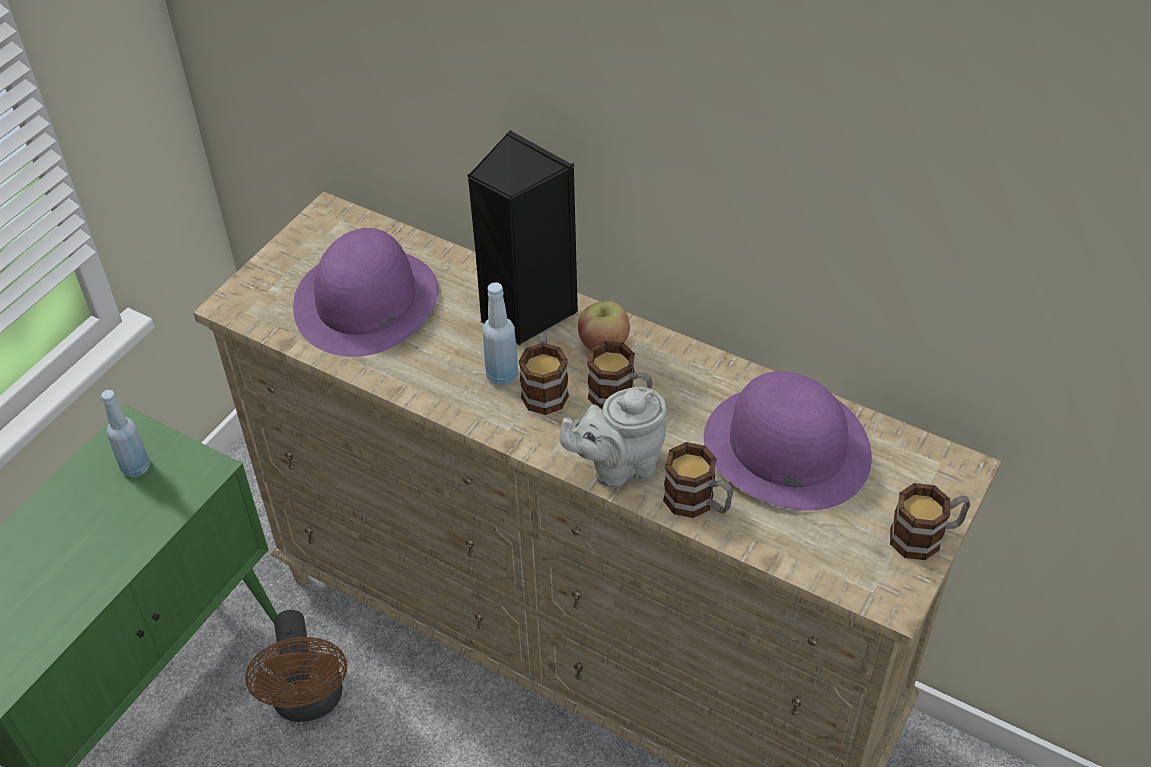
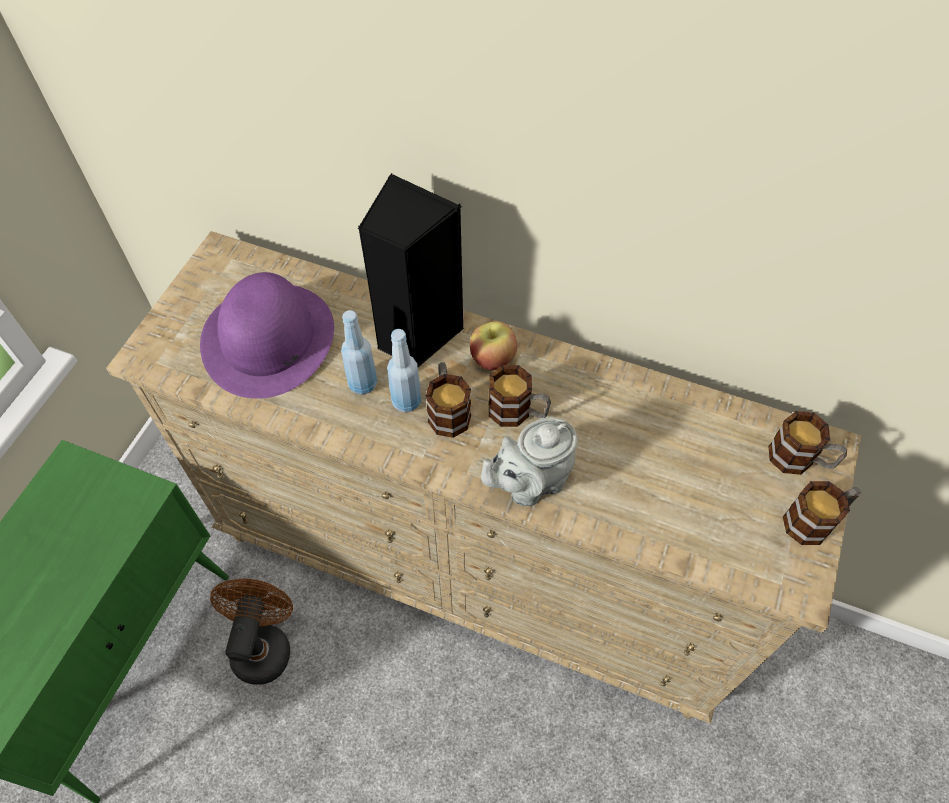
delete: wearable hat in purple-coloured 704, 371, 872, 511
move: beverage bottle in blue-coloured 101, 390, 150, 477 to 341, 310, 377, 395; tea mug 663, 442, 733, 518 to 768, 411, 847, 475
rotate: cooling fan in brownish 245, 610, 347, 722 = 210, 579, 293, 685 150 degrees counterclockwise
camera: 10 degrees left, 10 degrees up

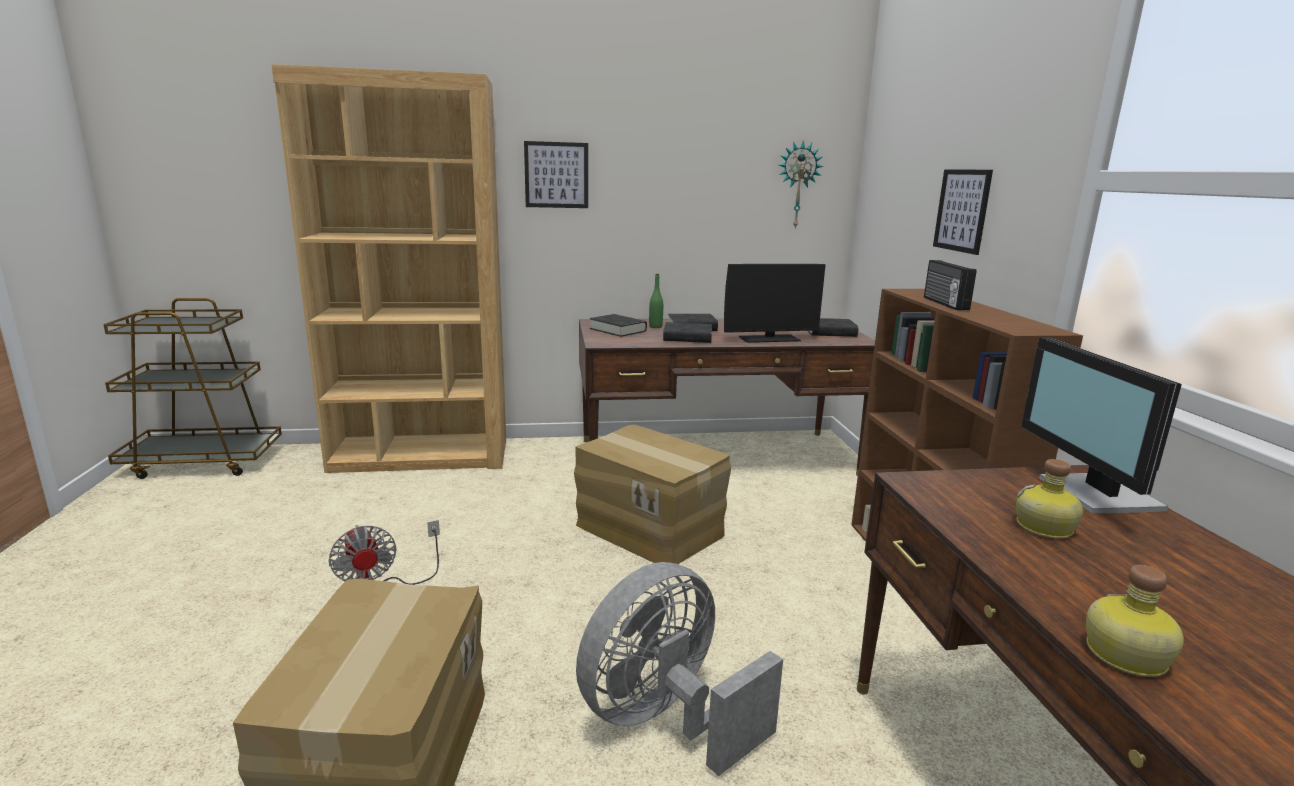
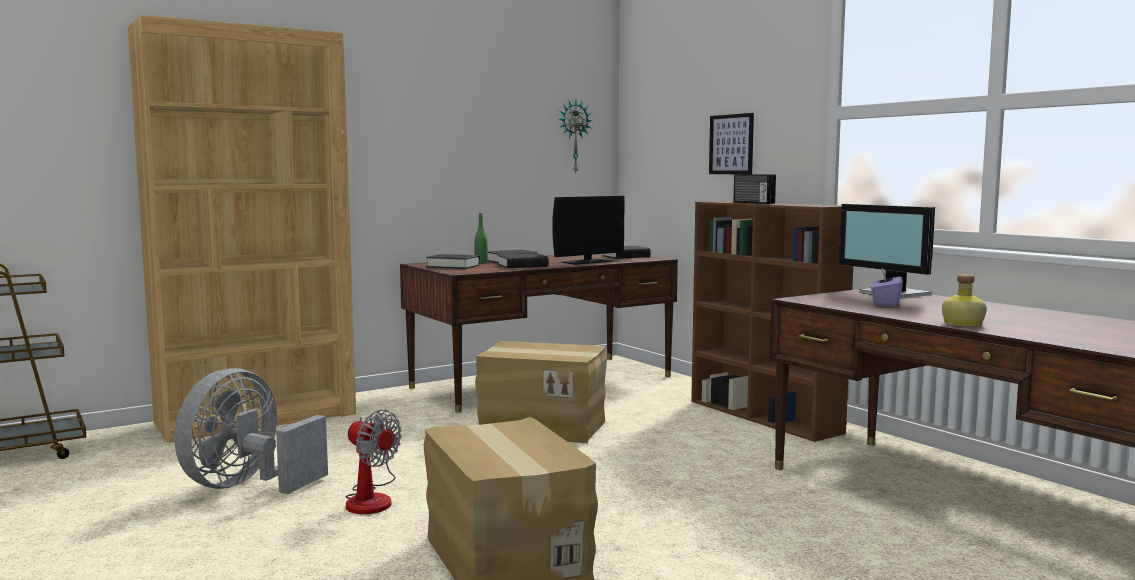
delete: wall art 524, 141, 588, 208
move: cooling fan in grey 576, 562, 783, 776 to 174, 368, 328, 494
replace: beverage bottle 1016, 459, 1083, 539 to box of tissues in purple-coloured 870, 268, 903, 307
camera: 25 degrees left, 10 degrees down

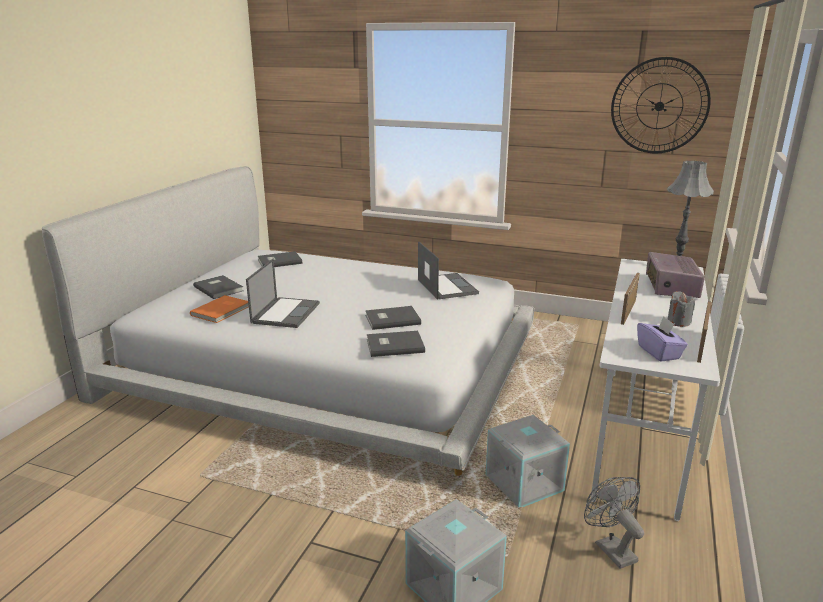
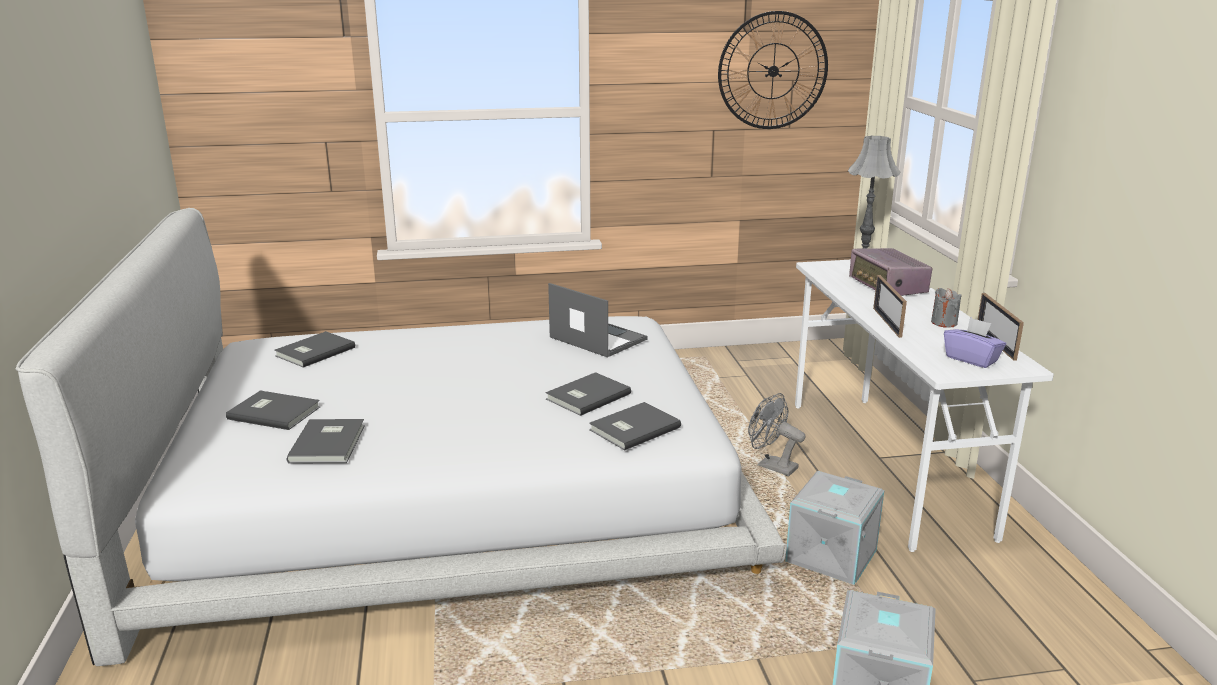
delete: notebook computer 246, 259, 320, 328
move: cooling fan in grey 584, 477, 644, 569 to 748, 393, 805, 476
recolor: volume in orangey 190, 295, 249, 323 to volume in grey 287, 419, 365, 464
camera: 30 degrees left, 0 degrees up

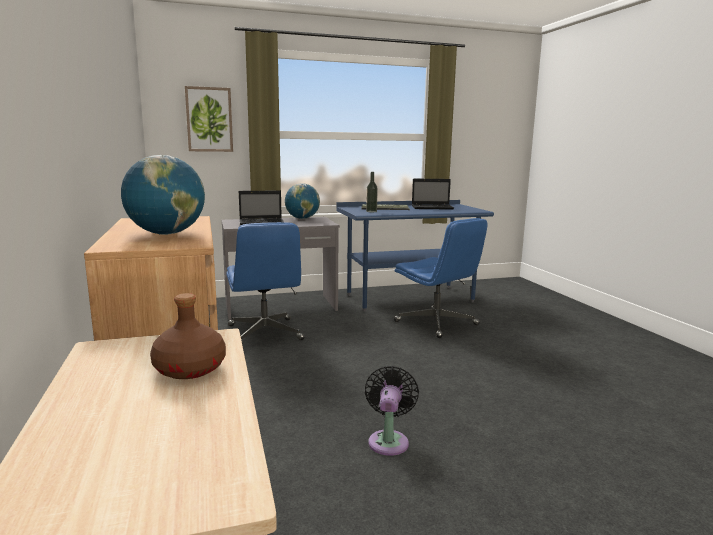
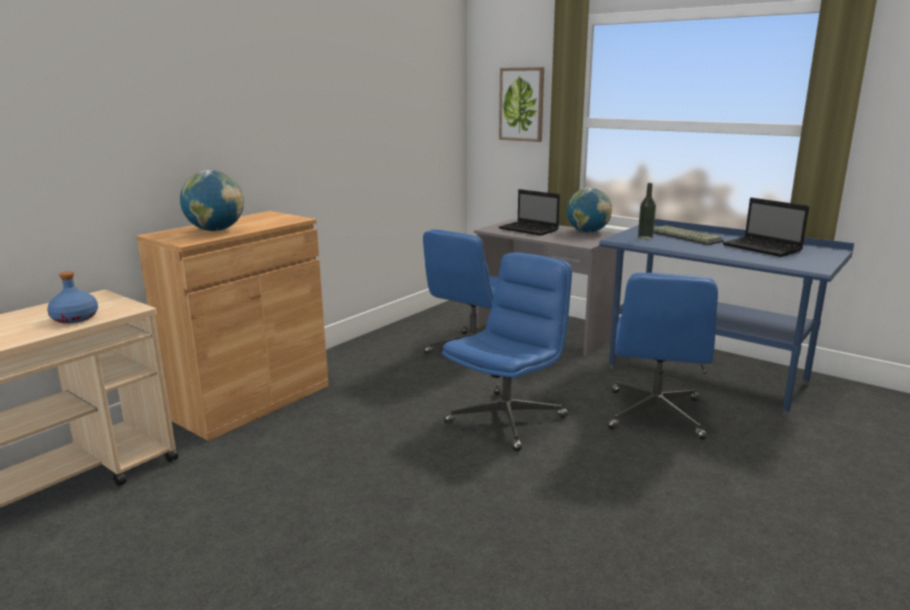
delete: cooling fan in black 365, 366, 419, 456
insert: office chair in blue-coloured 442, 252, 572, 451
recolor: beverage bottle in brownish 150, 293, 226, 379 to beverage bottle in blue-coloured 47, 271, 98, 324
camera: 55 degrees right, 5 degrees up

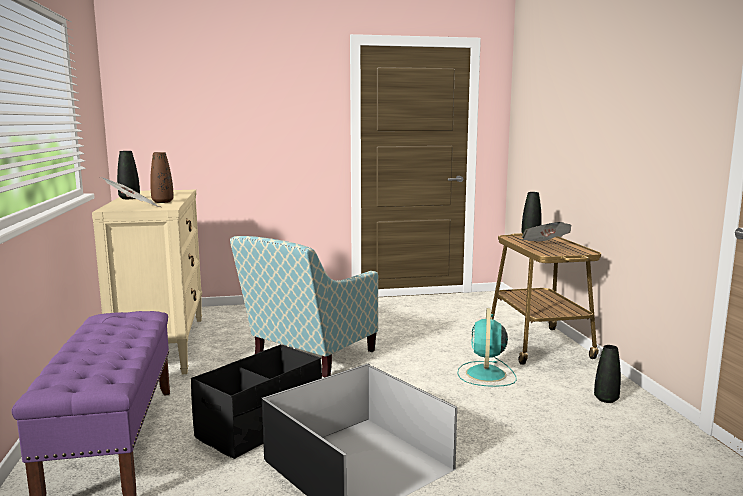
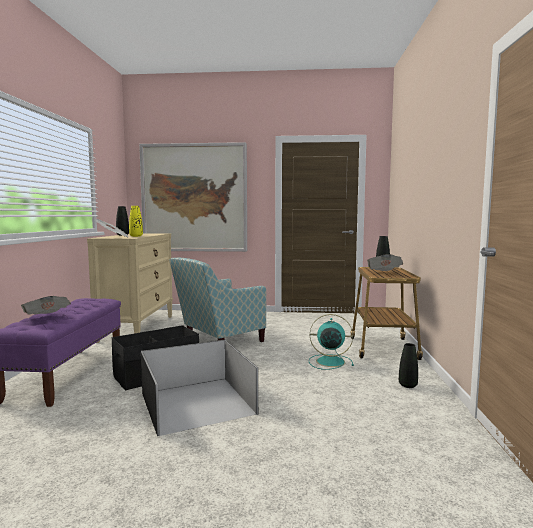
insert: wall art 139, 142, 247, 252; printed paper 21, 296, 71, 314
recolor: vase in brownish 150, 152, 174, 203 to vase in yellow-coloured 129, 206, 143, 237
rotate: cooling fan in turquoise-coloured 457, 308, 517, 387 = 309, 314, 354, 370 75 degrees clockwise
camera: 15 degrees right, 5 degrees down

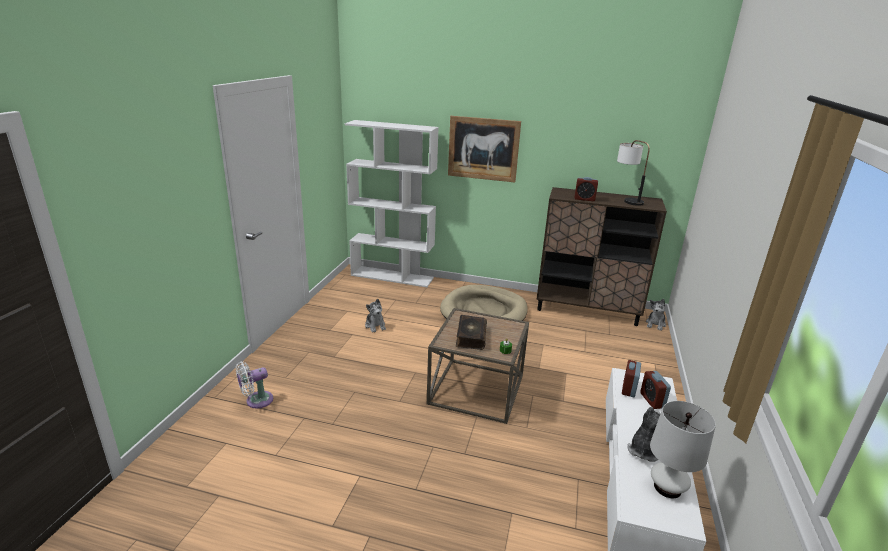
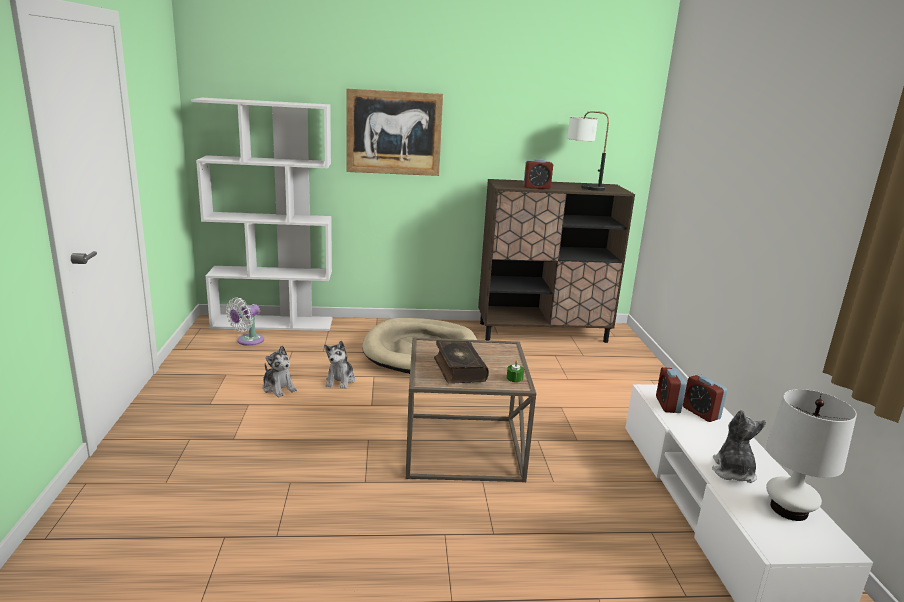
move: cuddly toy 646, 299, 666, 331 to 324, 340, 355, 389; cooling fan in white 236, 362, 273, 408 to 226, 298, 264, 346
camera: 20 degrees left, 5 degrees down

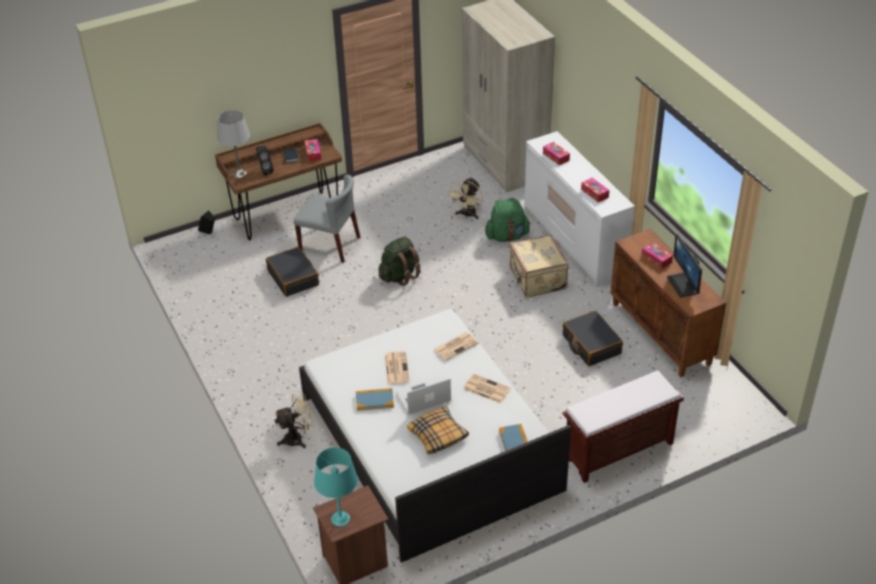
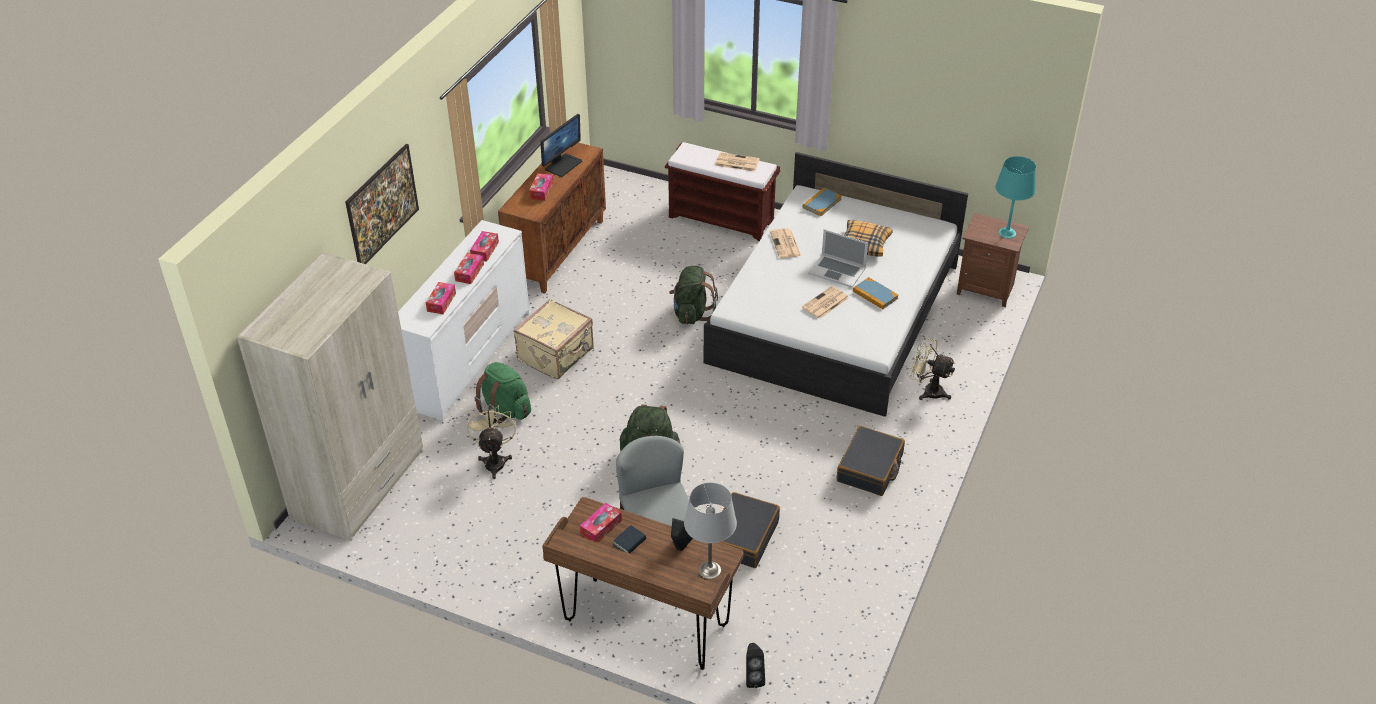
insert: wall art 345, 144, 419, 264; box of tissues 454, 253, 484, 284; backpack in greenish 669, 266, 718, 324
move: suitcase in black 563, 310, 623, 366 to 837, 426, 905, 496; printed paper 433, 332, 479, 361 to 715, 152, 760, 172
rotate: cooling fan in beige-coloured 448, 177, 483, 219 = 467, 405, 516, 479 75 degrees counterclockwise
camera: 130 degrees left, 0 degrees up

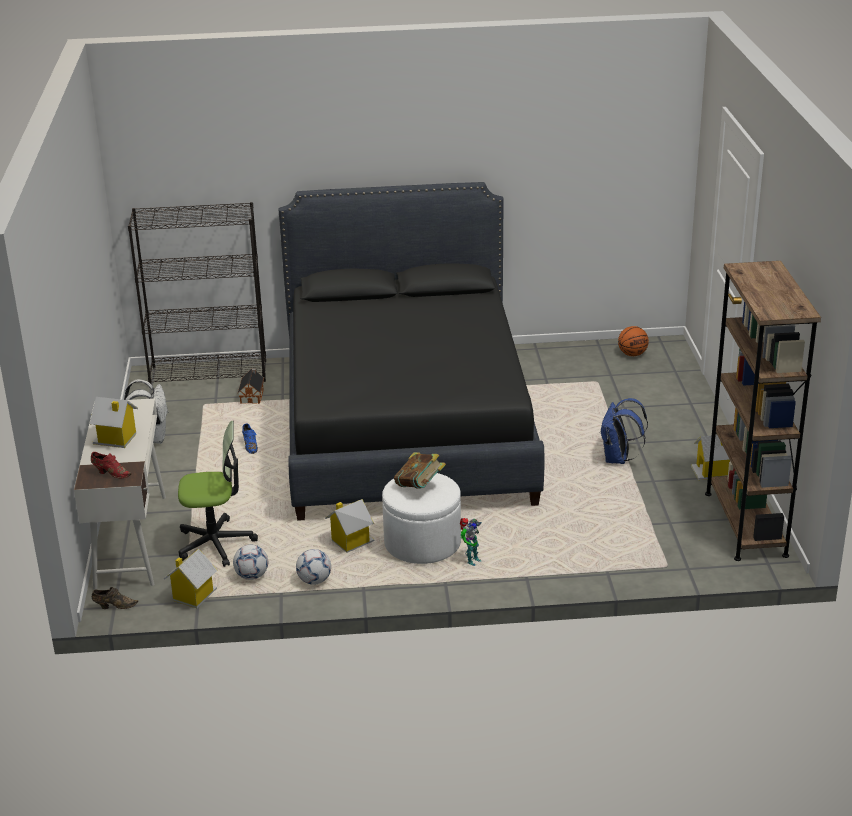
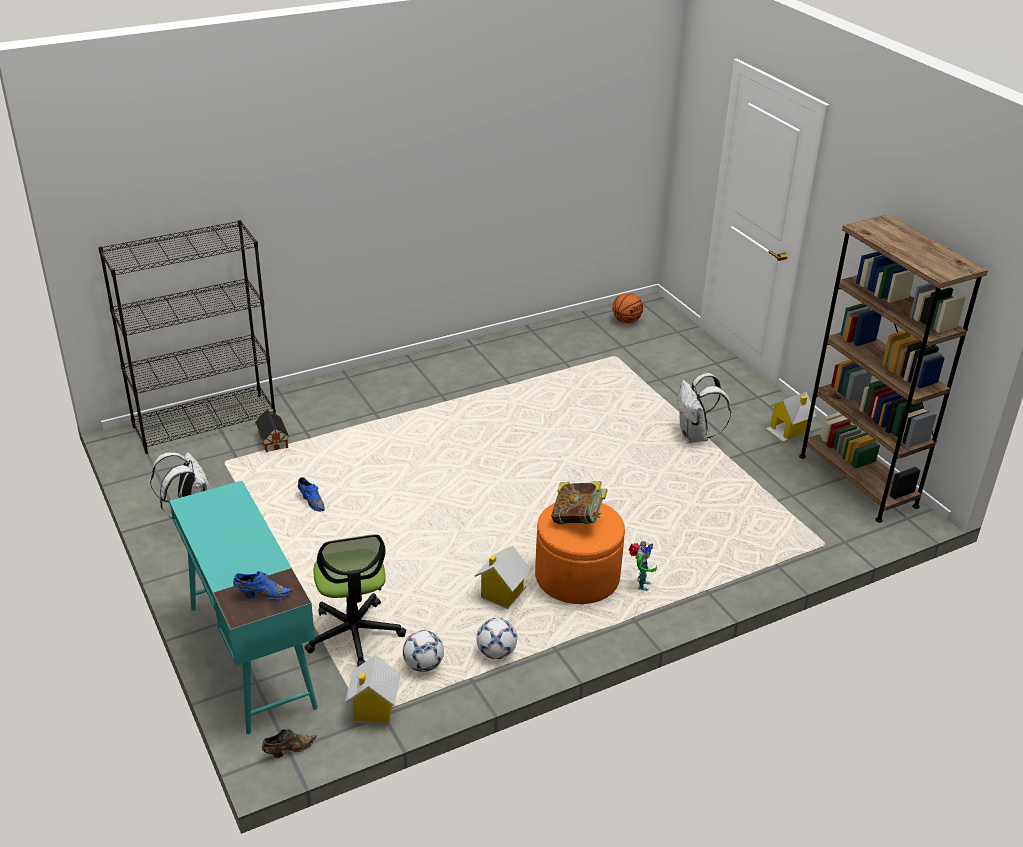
delete: bed in black 279, 182, 545, 521; toy house 90, 397, 138, 448
recolor: desk unit in white 74, 398, 166, 590 to desk unit in turquoise-coloured 169, 481, 318, 734; backpack in blue-coloured 600, 398, 648, 464 to backpack in white 677, 373, 731, 443; low shoe in red-coloured 91, 452, 132, 478 to low shoe in blue-coloured 233, 571, 293, 600; pouffe in white 382, 473, 461, 564 to pouffe in orangey 535, 503, 625, 604
rotate: office chair 178, 421, 258, 567 = 305, 534, 406, 666 105 degrees clockwise
camera: 25 degrees left, 5 degrees up

